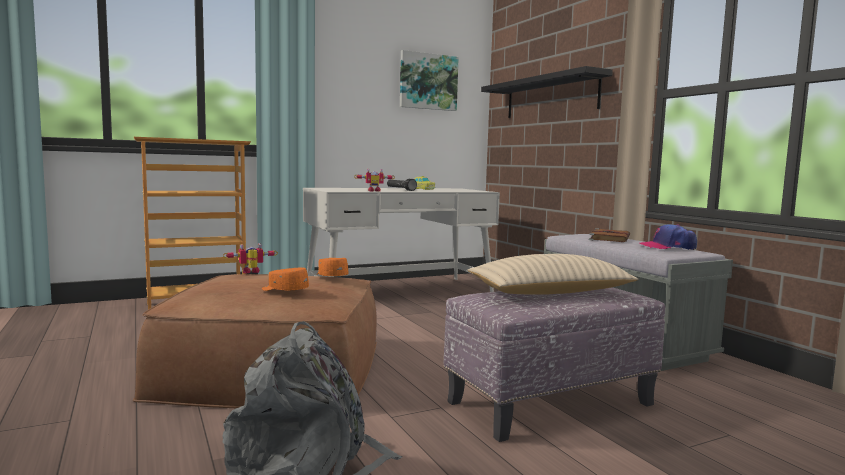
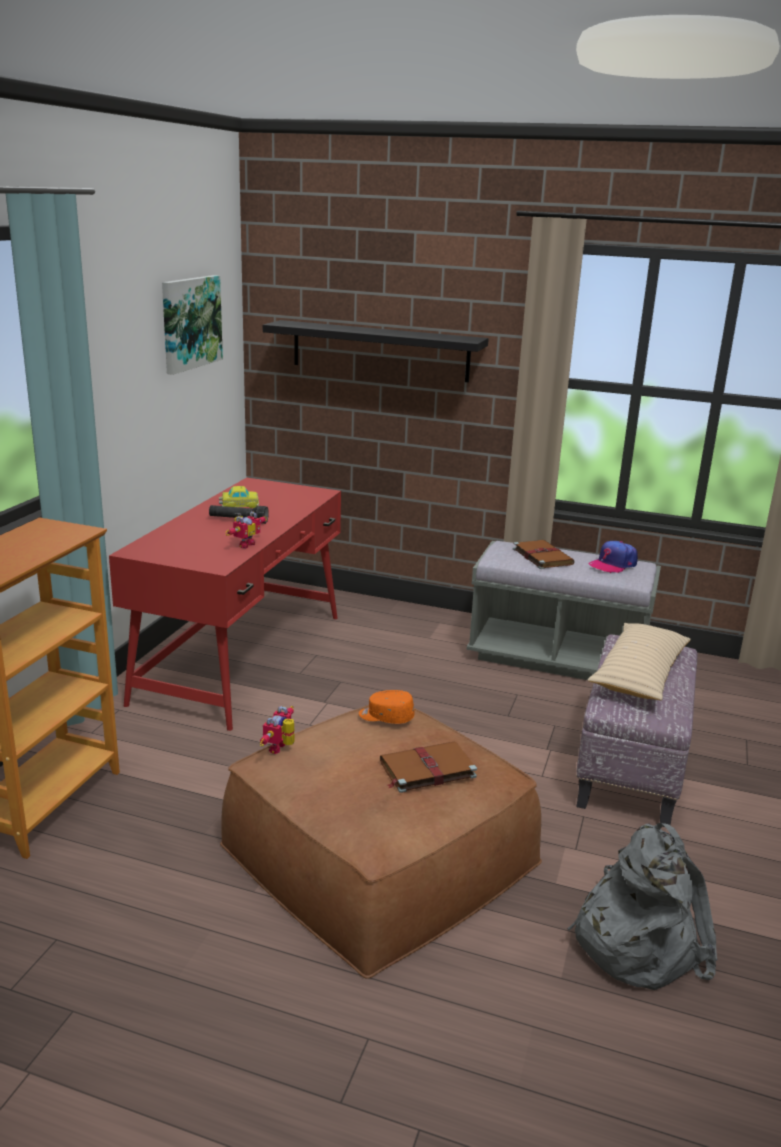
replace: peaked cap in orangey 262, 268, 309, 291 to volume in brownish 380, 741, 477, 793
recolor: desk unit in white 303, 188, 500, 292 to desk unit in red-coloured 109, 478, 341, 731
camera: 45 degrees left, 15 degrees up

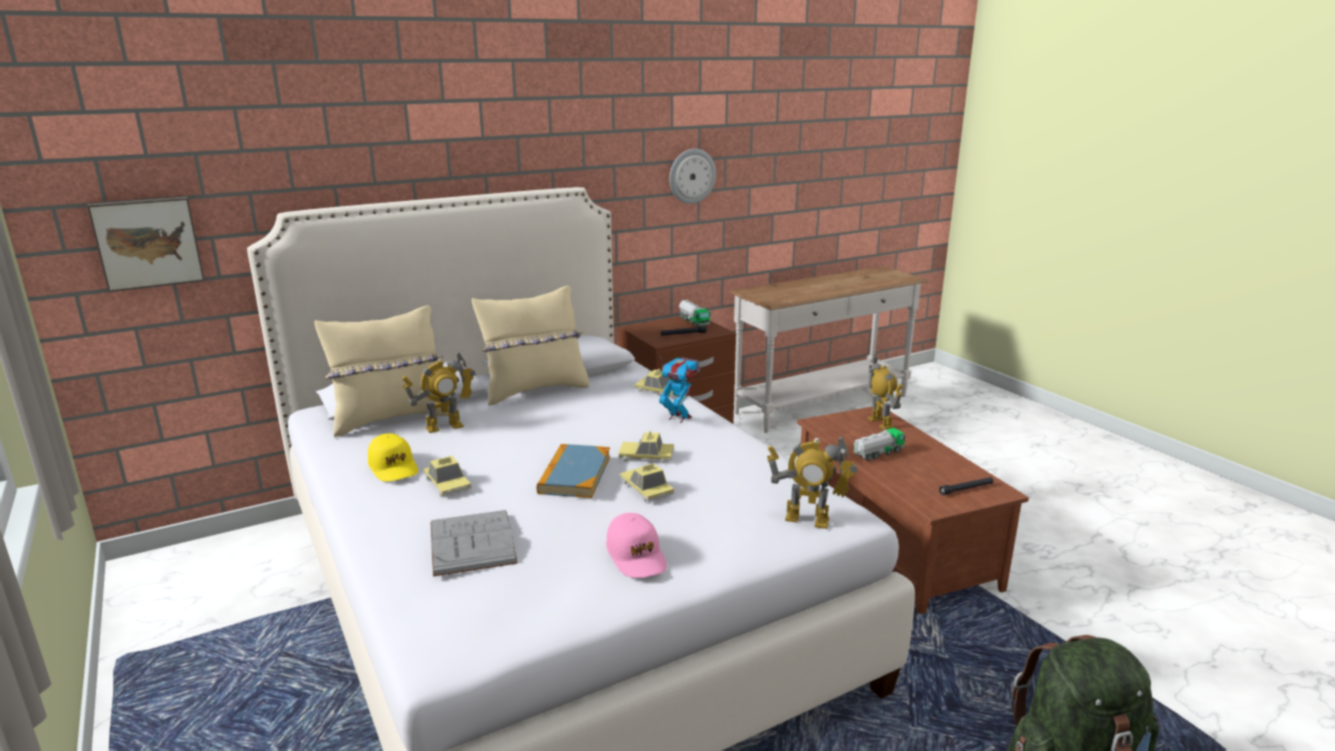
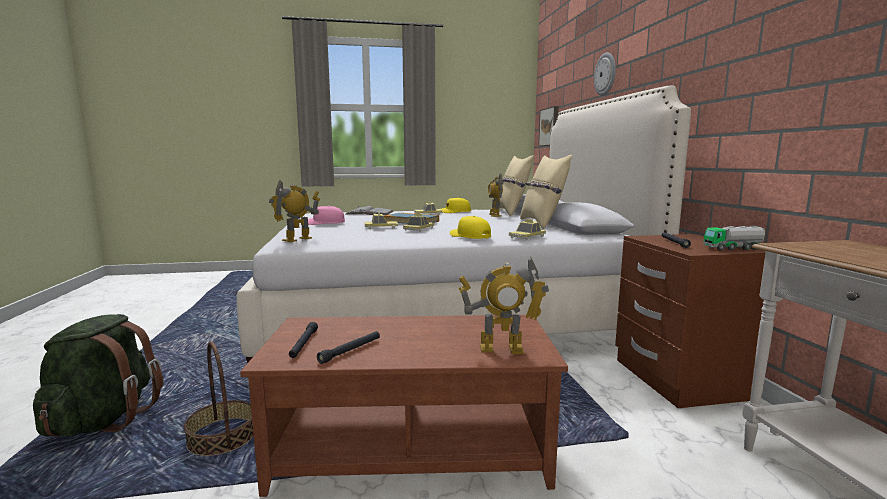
delete: toy lorry 854, 428, 905, 461
insert: hand torch in black 317, 331, 380, 364; basket 184, 342, 254, 456
move: wall clock 669, 149, 716, 204 to 594, 52, 616, 96
replace: toy robot 659, 354, 700, 423 to peaked cap in yellow-coloured 450, 216, 491, 239
camera: 110 degrees right, 10 degrees down

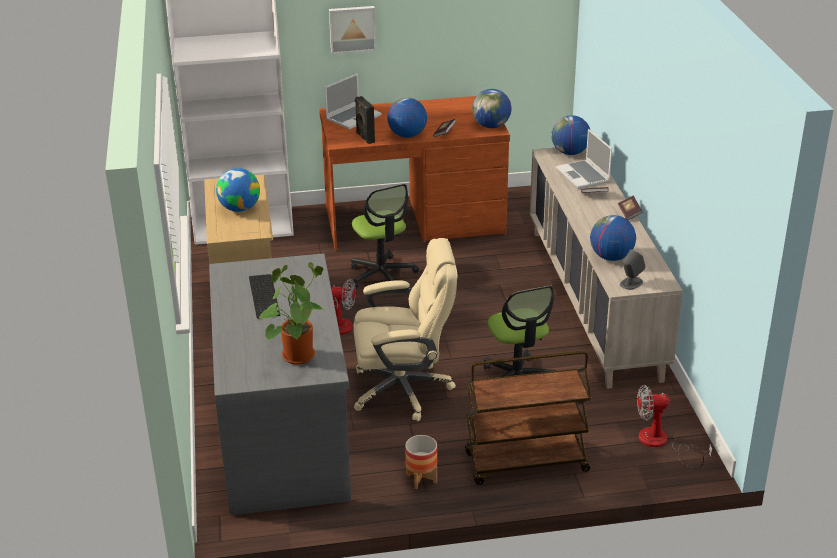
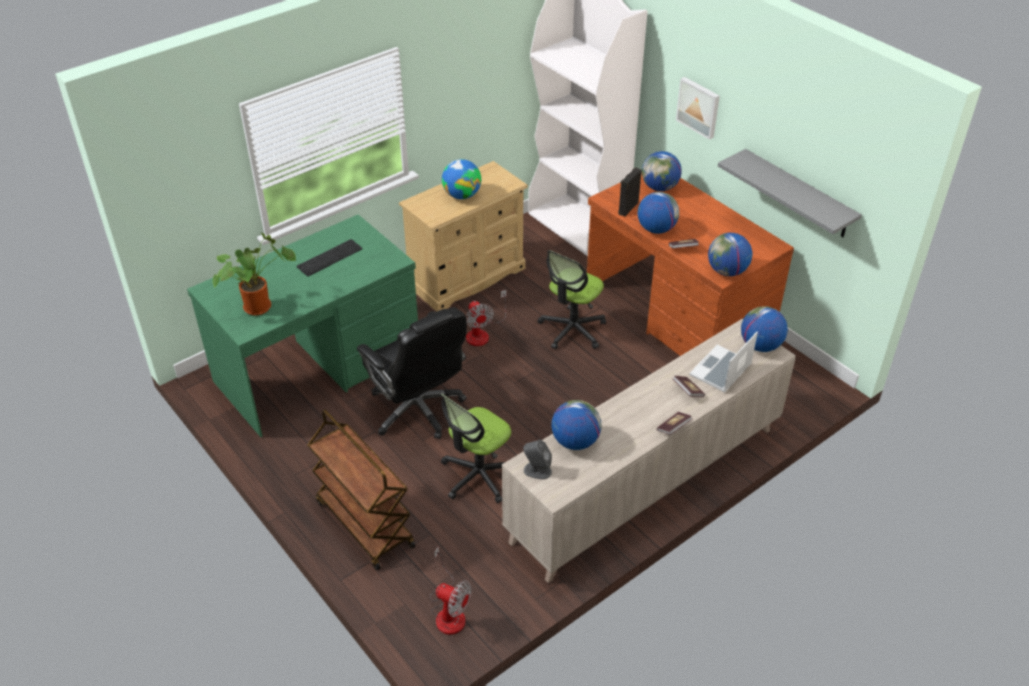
delete: planter 405, 435, 437, 489
insert: wall shelf in grey 718, 149, 862, 237
replace: notebook computer 325, 73, 382, 129 to desk globe 642, 151, 681, 191
recolor: office chair in beige-coloured 353, 238, 457, 421 to office chair in black 357, 307, 467, 439; desk unit in grey 209, 253, 351, 516 to desk unit in greenish 187, 214, 418, 437
rotate: cooling fan 637, 385, 712, 469 = 430, 546, 471, 635 150 degrees clockwise
camera: 60 degrees right, 10 degrees up

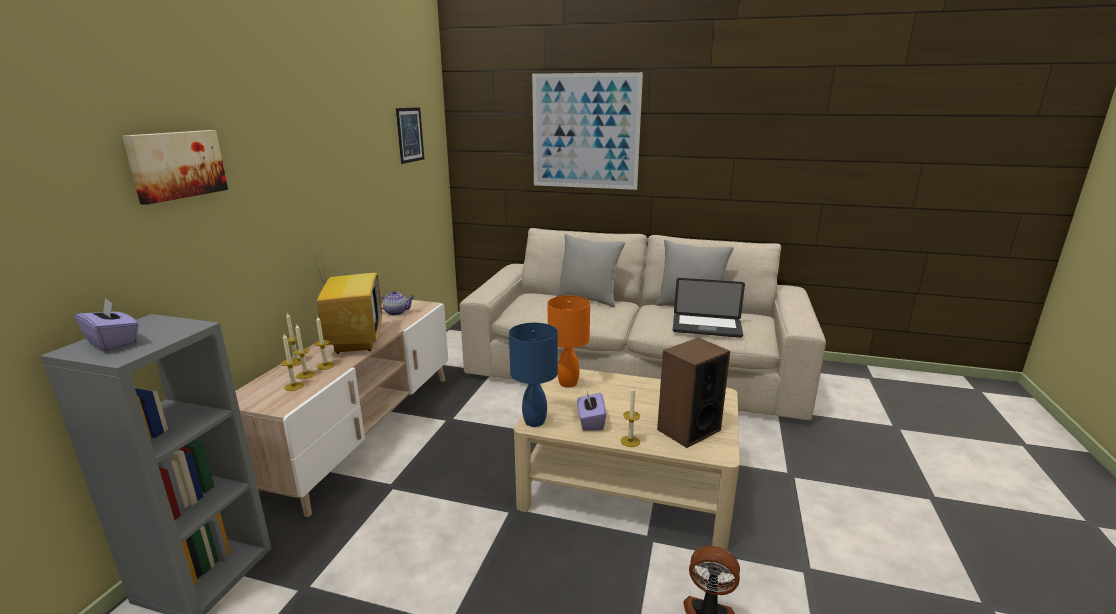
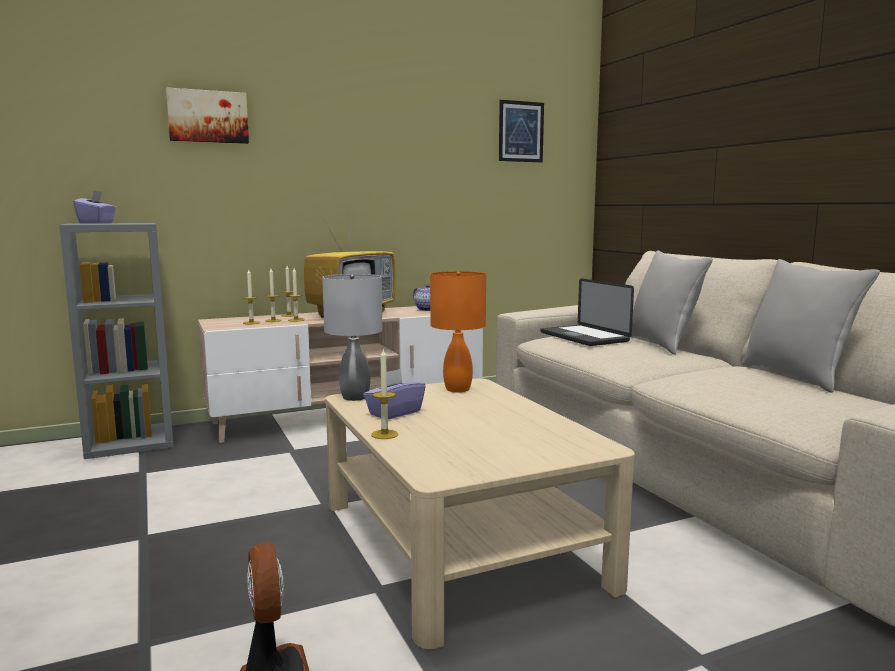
delete: wall art 532, 72, 643, 190; speaker 657, 338, 730, 448
move: notebook computer 673, 278, 745, 338 to 540, 278, 634, 346
recolor: table lamp in blue-coloured 509, 323, 558, 427 to table lamp in grey 322, 274, 383, 401
camera: 50 degrees right, 10 degrees down

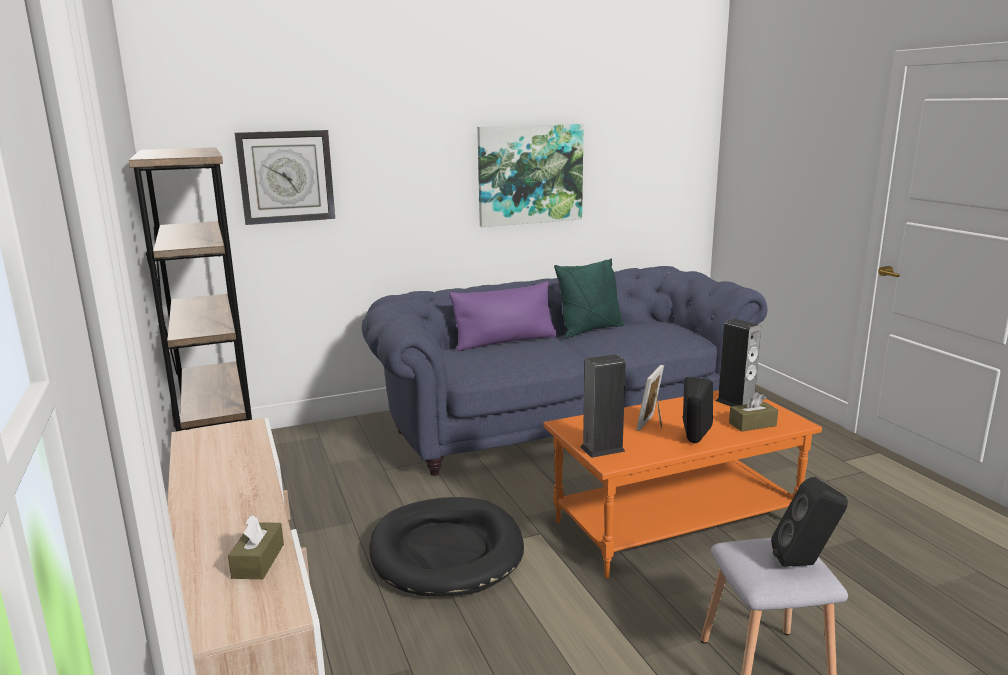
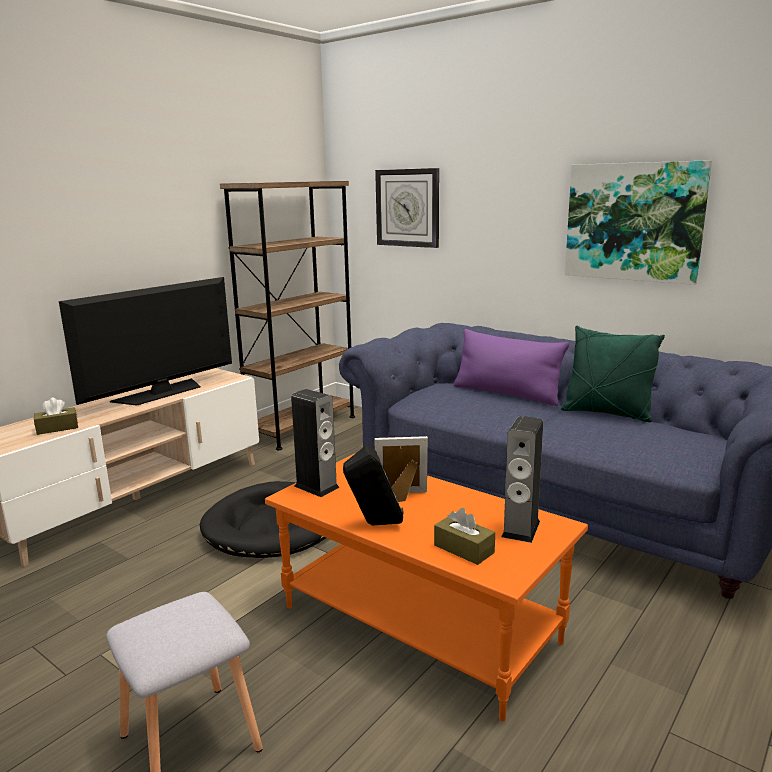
delete: speaker in black 771, 477, 848, 567
insert: television 59, 277, 232, 406
camera: 60 degrees right, 0 degrees up

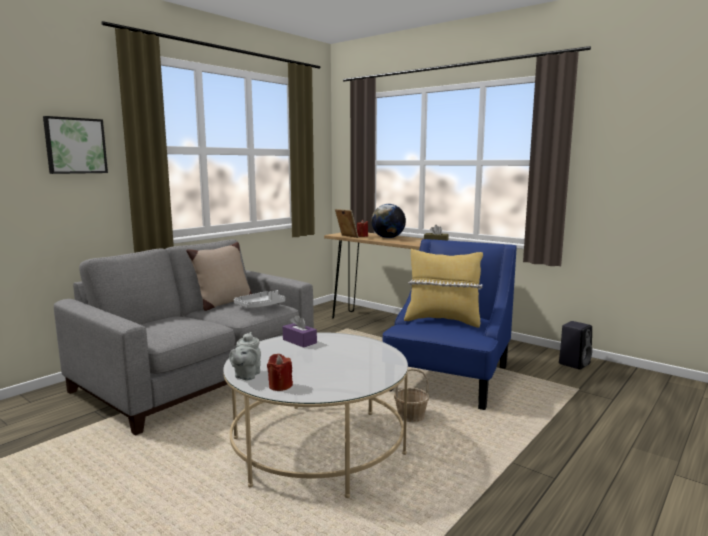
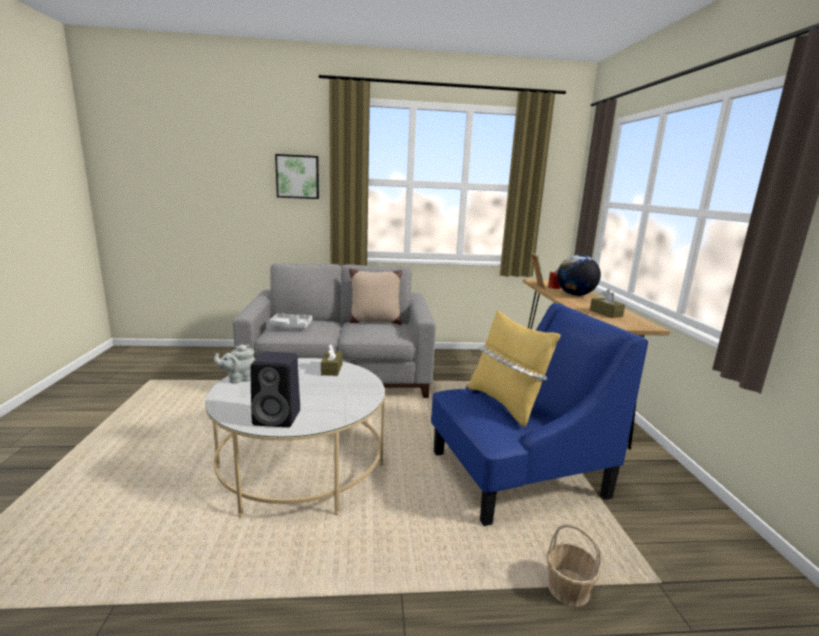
delete: wax light in red-coloured 267, 354, 293, 391
move: serving tray in grey 234, 290, 285, 308 to 269, 314, 313, 328; speaker in black 559, 321, 592, 370 to 251, 351, 300, 427; basket 394, 368, 429, 422 to 546, 523, 601, 607
recolor: box of tissues in purple-coloured 283, 315, 317, 347 to box of tissues in brownish 321, 344, 343, 376
camera: 45 degrees right, 5 degrees up

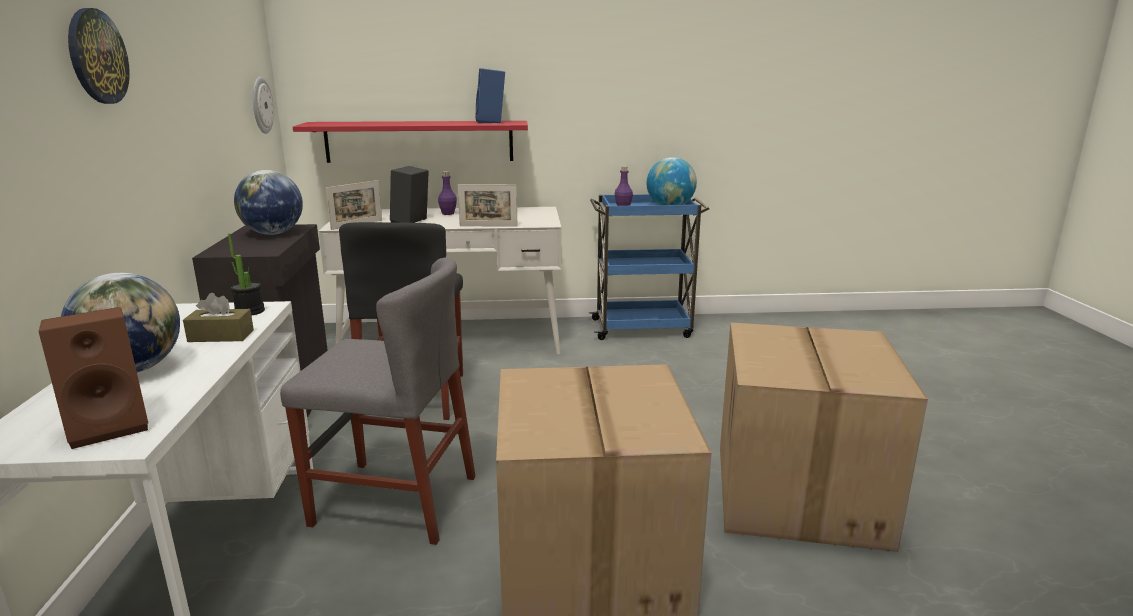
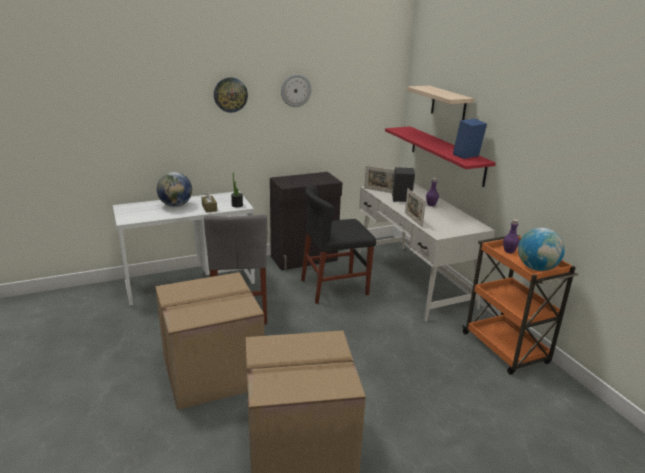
delete: desk globe 234, 170, 303, 235; speaker in brownish 39, 307, 148, 449
insert: wall shelf 407, 86, 474, 120
move: wall clock 253, 77, 274, 134 to 281, 74, 311, 107
recolor: trolley in blue-coloured 589, 194, 709, 340 to trolley in orangey 462, 235, 578, 375
camera: 70 degrees right, 5 degrees up

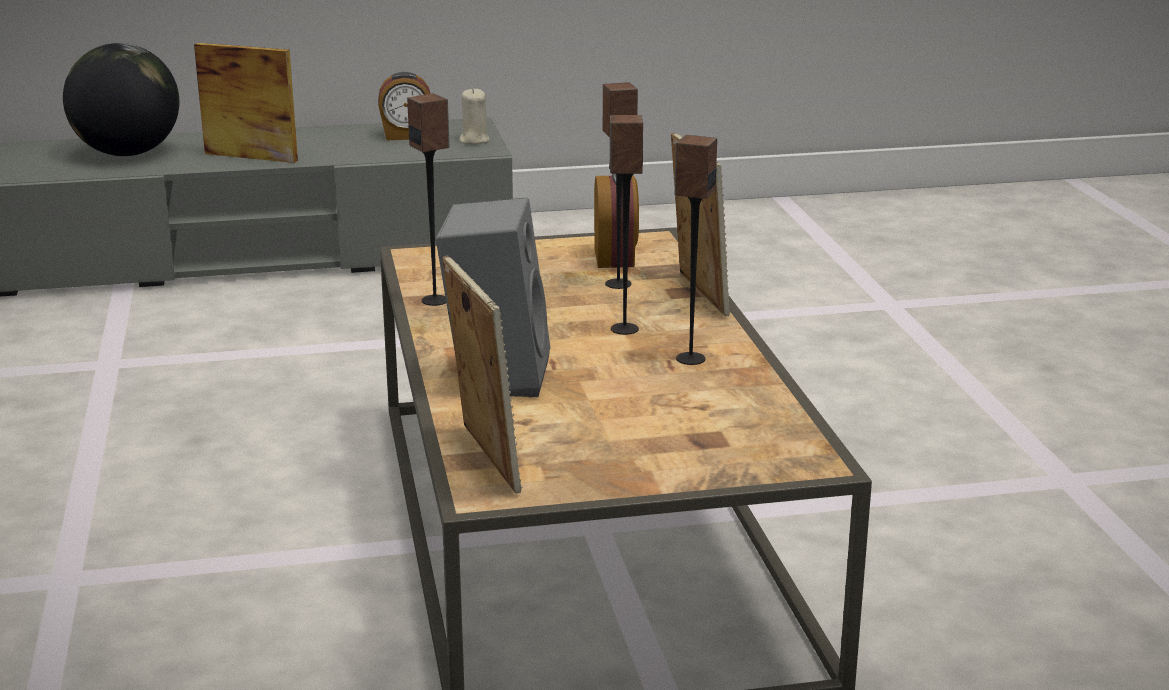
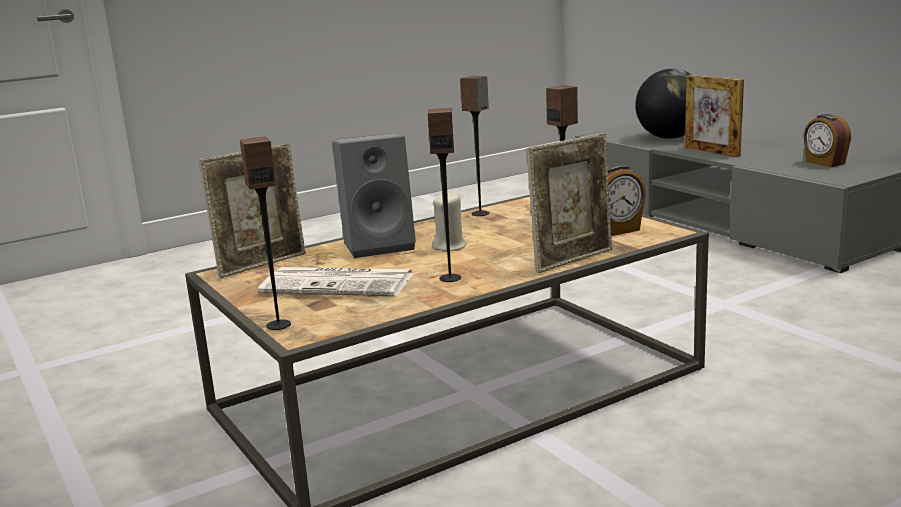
insert: printed paper 258, 267, 414, 296
move: wax light in beige-coloured 459, 88, 489, 145 to 432, 193, 466, 252; speaker 609, 115, 643, 335 to 240, 137, 291, 330
rotate: picture frame 194, 43, 298, 163 = 685, 75, 744, 157 150 degrees clockwise
camera: 70 degrees right, 5 degrees down

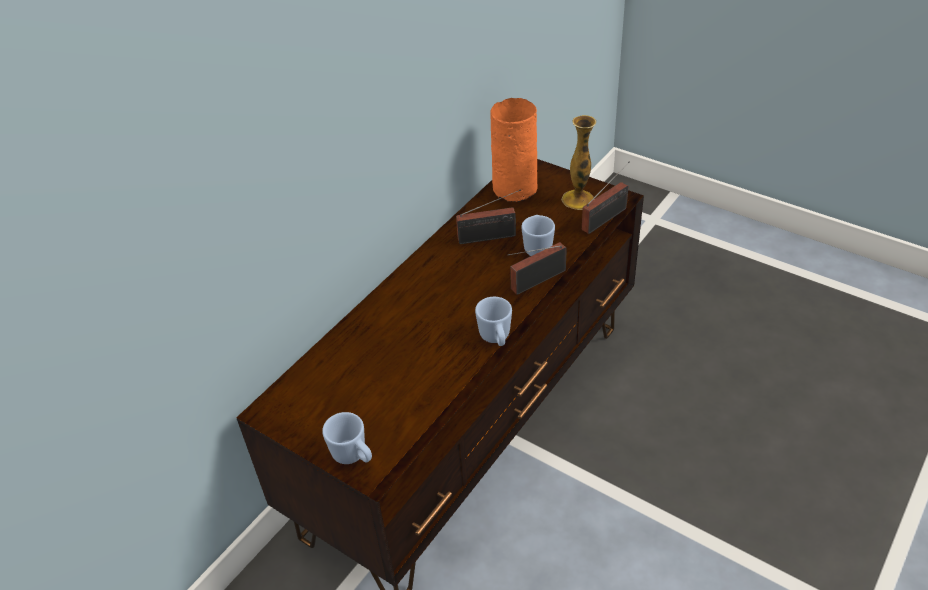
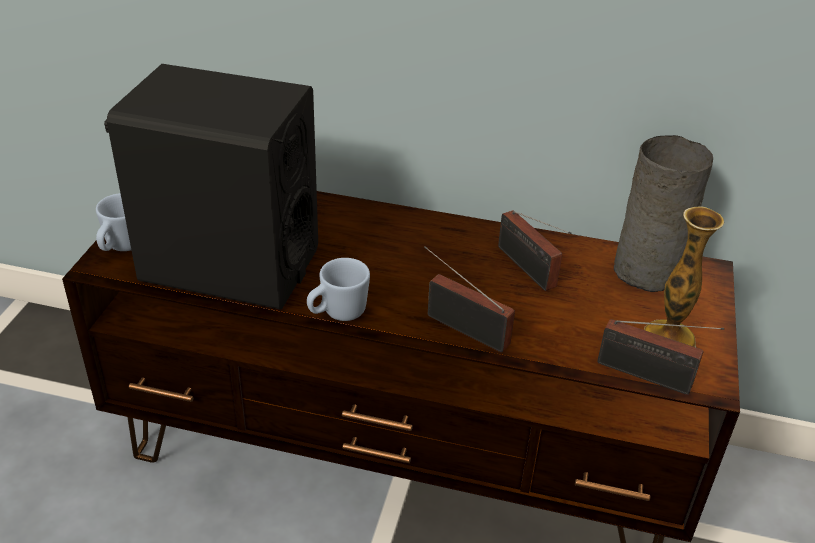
delete: tea mug in blue-coloured 521, 215, 555, 256
insert: speaker in black 104, 64, 318, 310
recolor: vase in orangey 490, 98, 537, 202 to vase in grey 614, 135, 713, 292
camera: 65 degrees right, 5 degrees down

